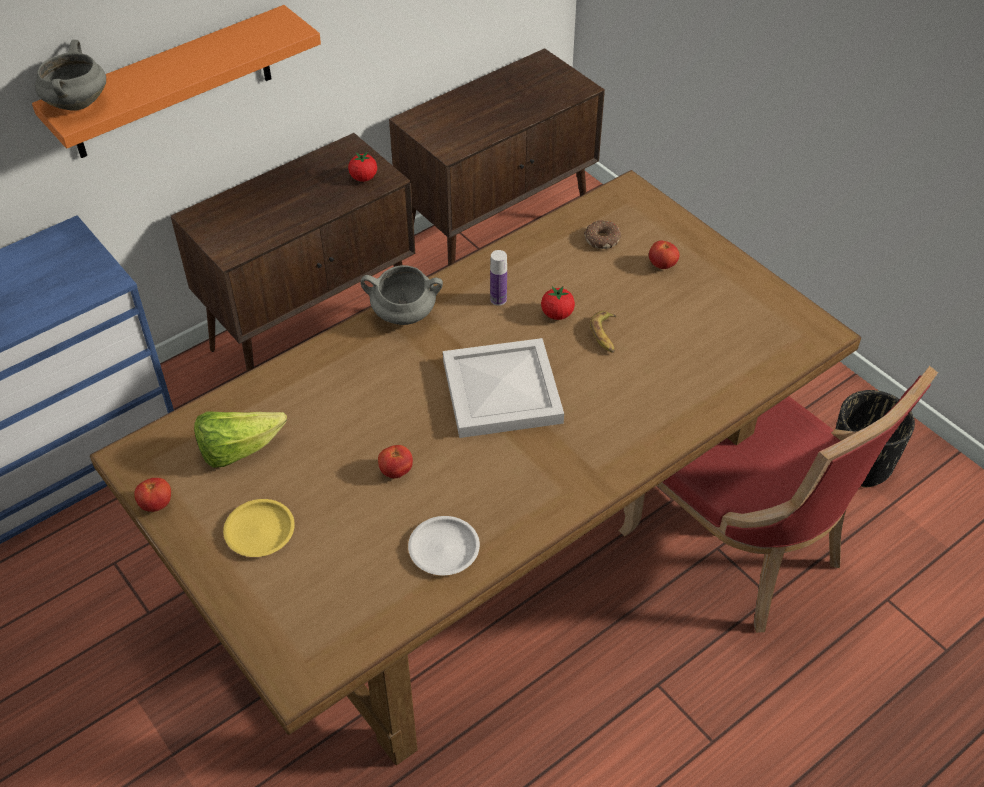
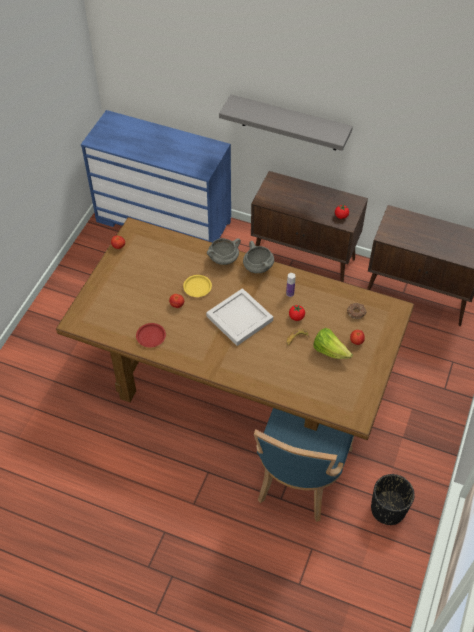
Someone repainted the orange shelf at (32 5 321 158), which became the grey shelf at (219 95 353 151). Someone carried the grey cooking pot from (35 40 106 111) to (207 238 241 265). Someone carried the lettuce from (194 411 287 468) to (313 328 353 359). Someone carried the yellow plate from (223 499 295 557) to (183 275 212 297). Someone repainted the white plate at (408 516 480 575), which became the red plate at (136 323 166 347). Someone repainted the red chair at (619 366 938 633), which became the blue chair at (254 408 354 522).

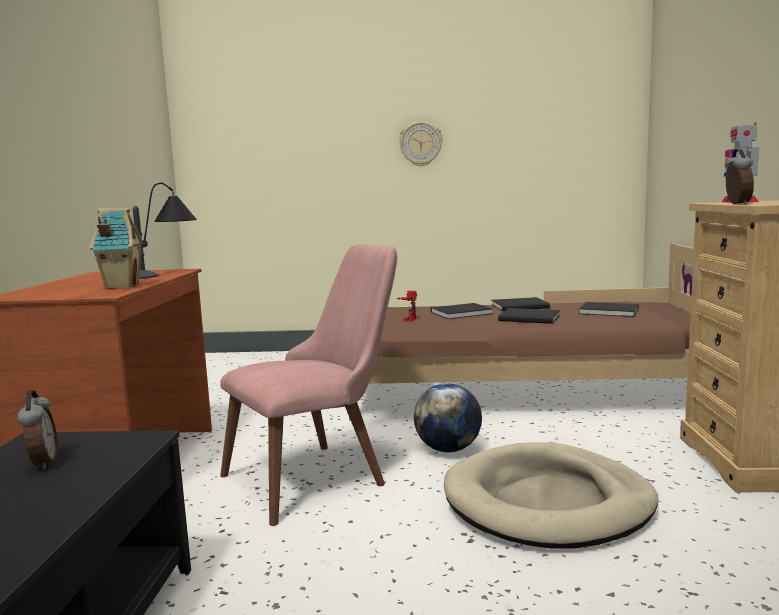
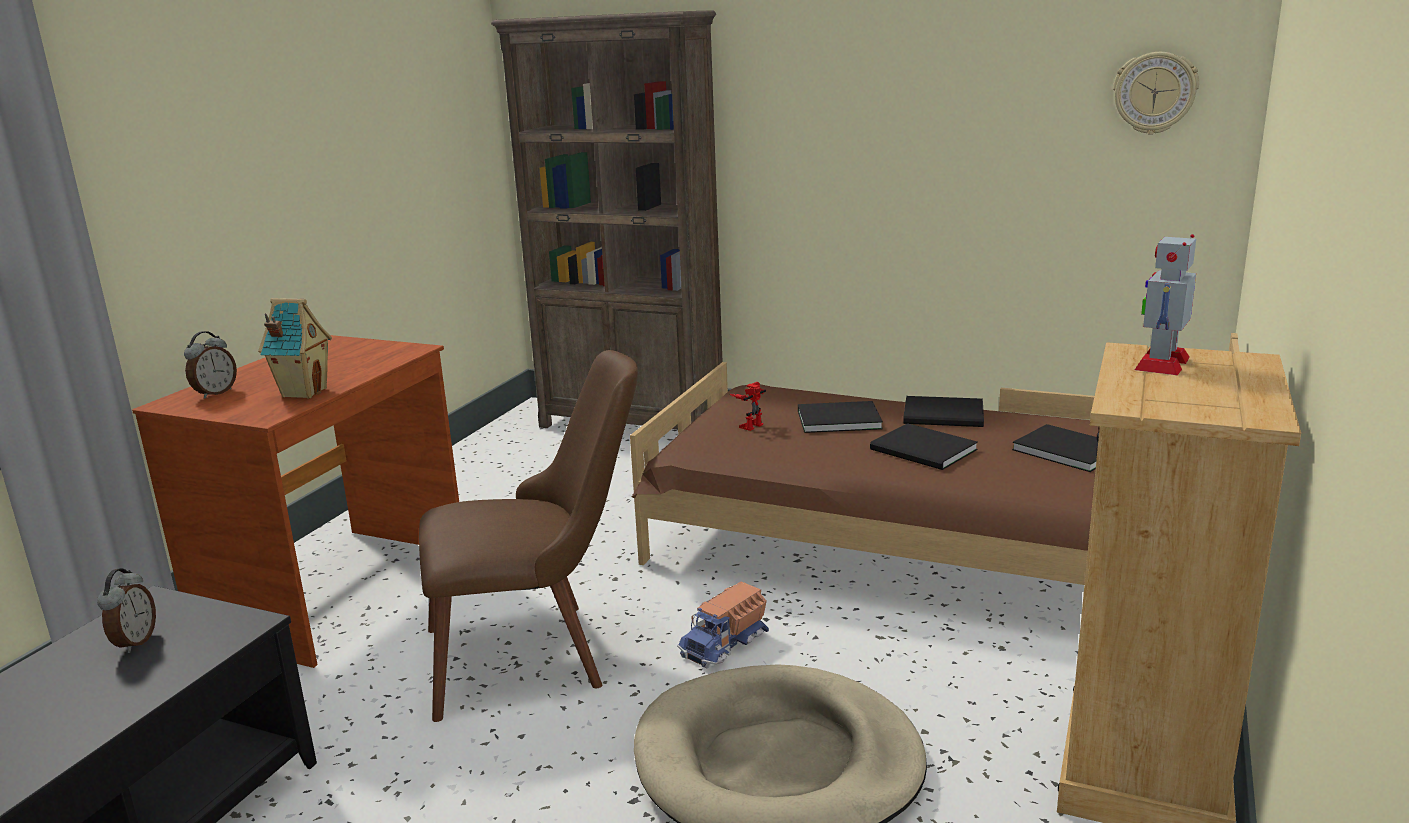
Someone took away the table lamp at (133 183 196 279). Someone repainted the pink chair at (220 244 397 526), which became the brown chair at (419 350 638 722). Someone carried the wall clock from (399 122 442 166) to (1113 52 1199 135). Someone swapped the globe at (414 383 482 452) for the toy truck at (677 582 769 668). Someone carried the alarm clock from (725 148 754 204) to (184 331 237 399). Someone put down the brown bookcase at (491 10 722 430).

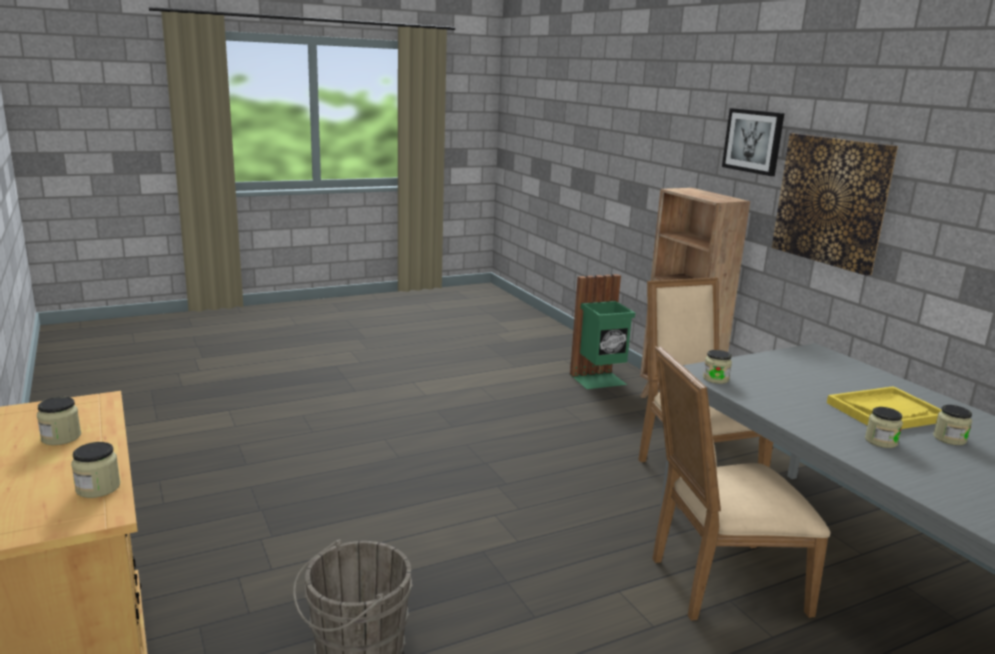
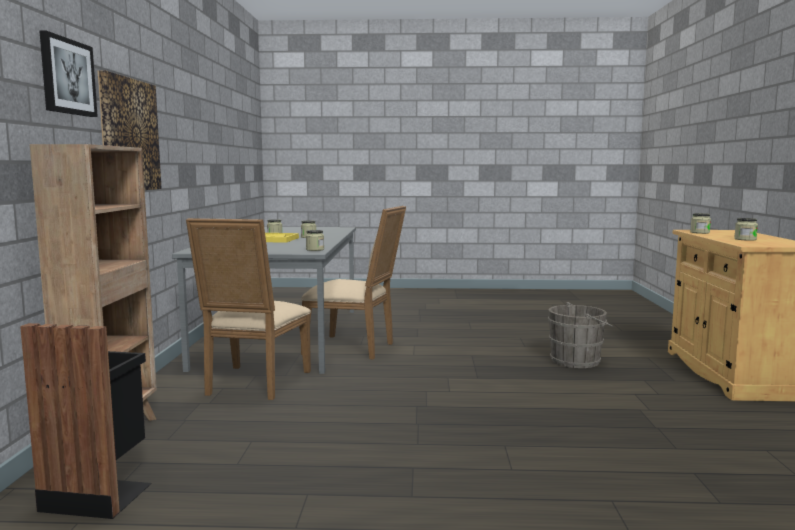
Someone repainted the green trash can at (570 274 635 389), which became the black trash can at (20 323 152 519).

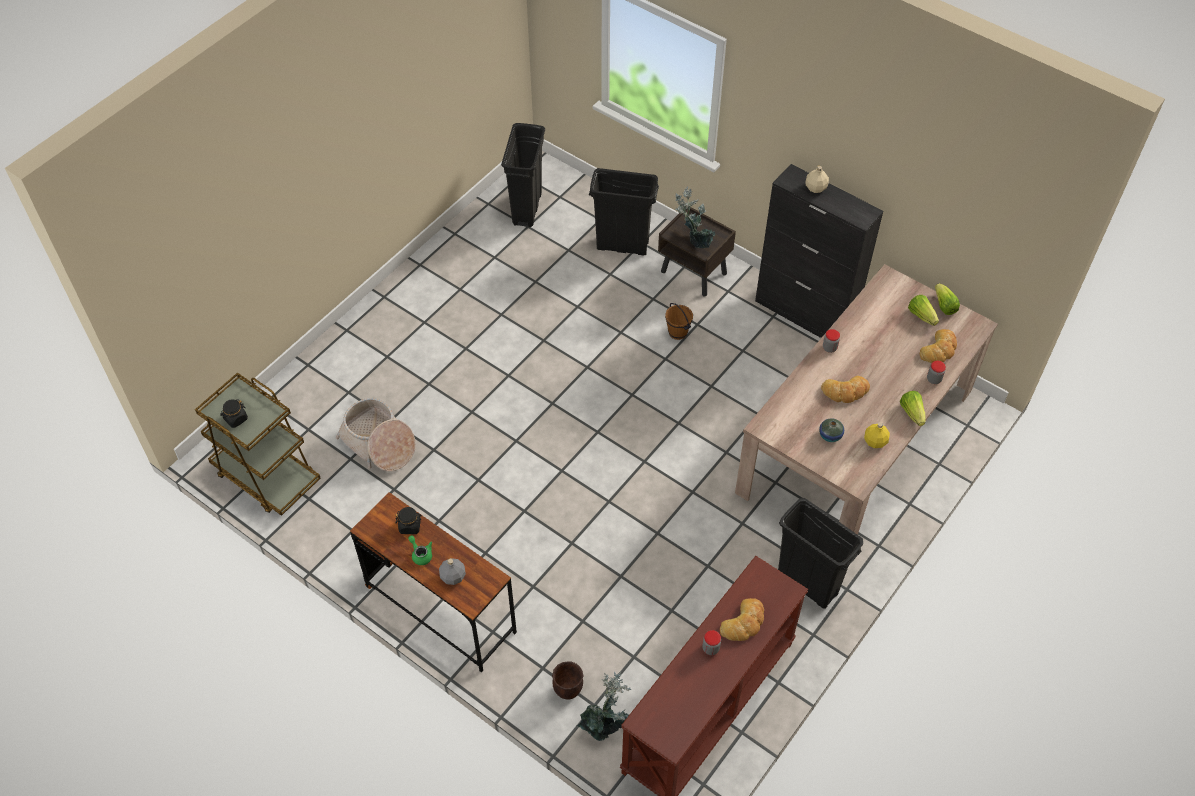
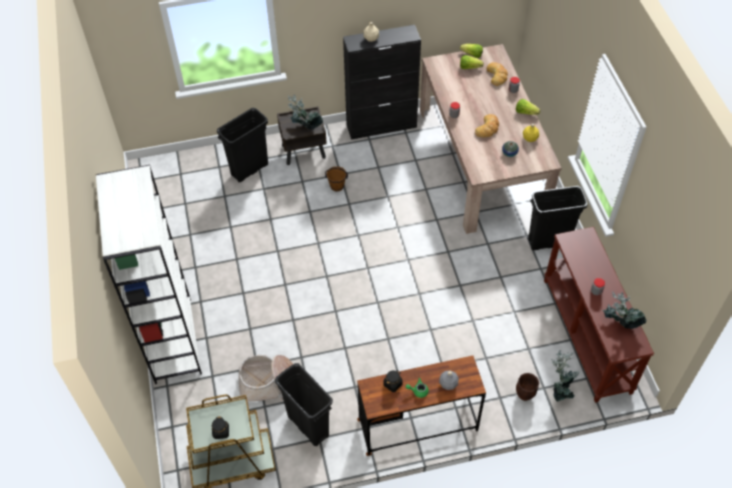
Someone carried the black trash can from (501 123 545 227) to (275 363 333 446). Someone took away the bread at (720 598 764 641). Someone put down the white bookcase at (96 165 202 384). Someone put down the potted plant at (601 291 647 329).

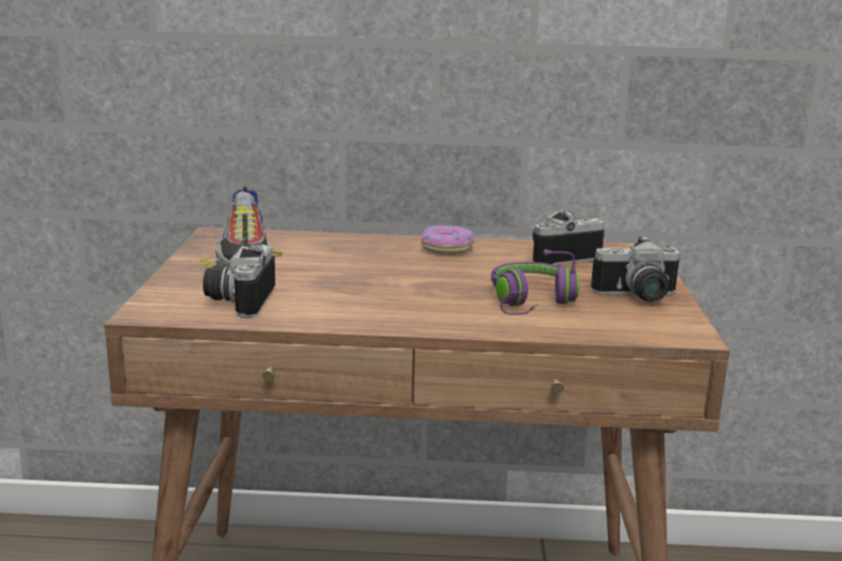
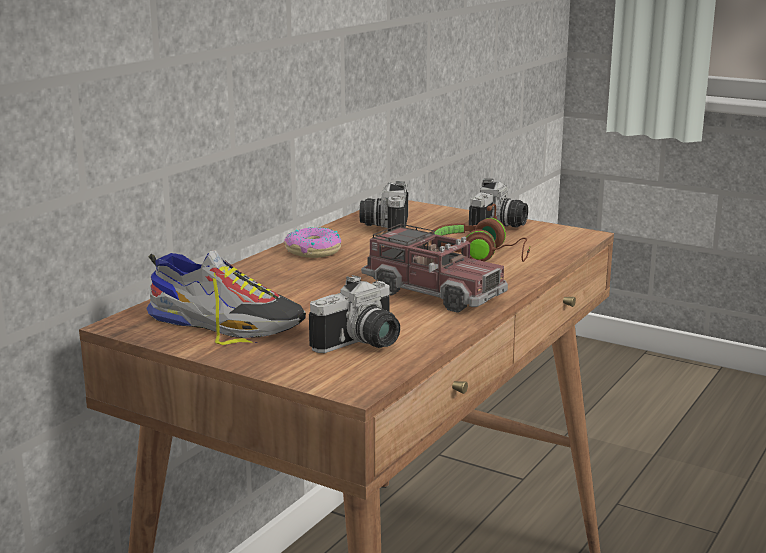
Someone rotated the photo camera at (203 244 275 317) by 75 degrees counterclockwise. Someone repainted the purple headphones at (491 249 579 314), which became the brown headphones at (431 204 530 262). Someone put down the toy truck at (361 224 508 313).

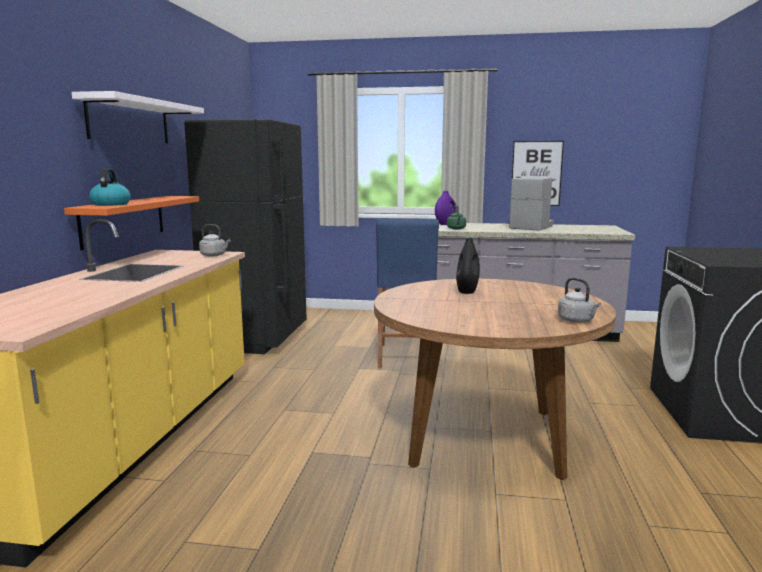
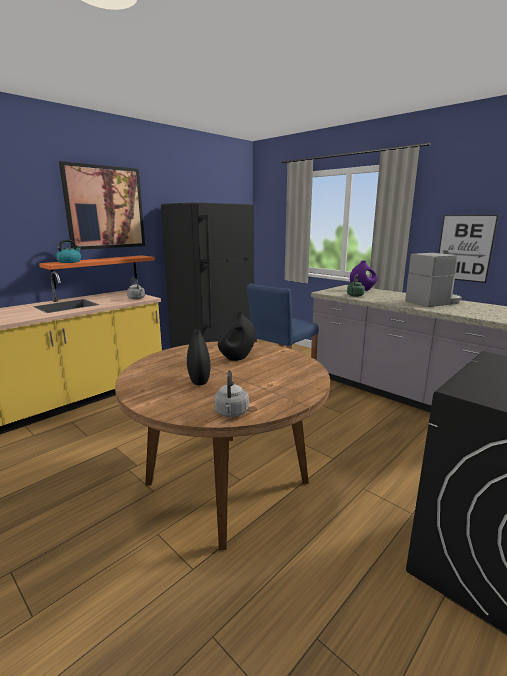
Someone swapped the white shelf at (72 91 204 143) for the picture at (59 161 145 250). Someone put down the black vase at (187 329 210 385).

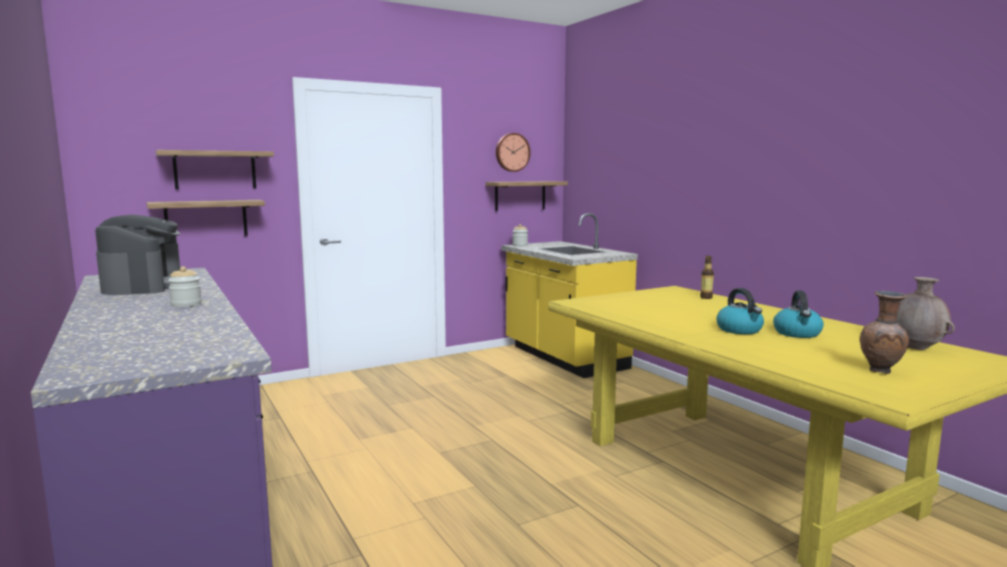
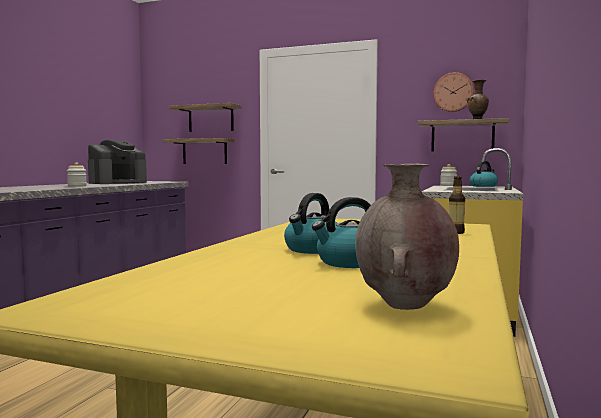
Someone carried the brown vase from (860 291 909 374) to (467 79 489 119). Someone put down the kettle at (470 161 498 187).

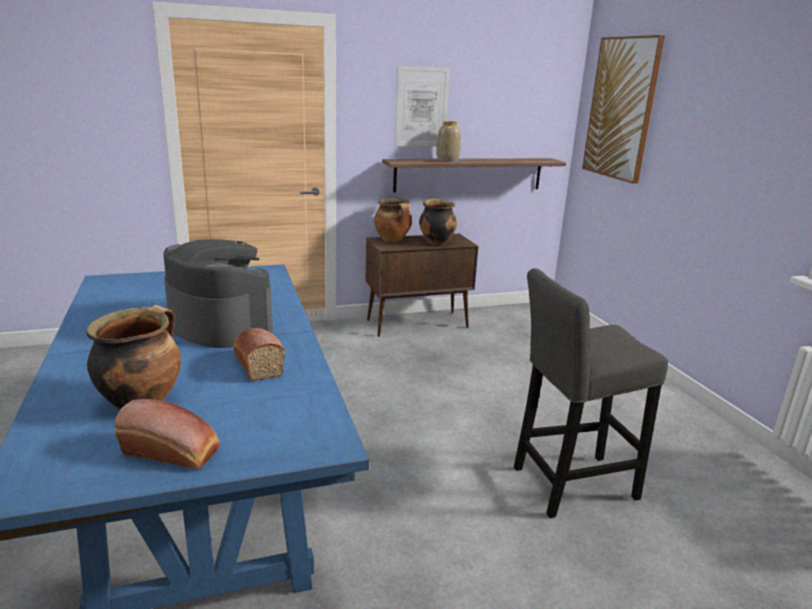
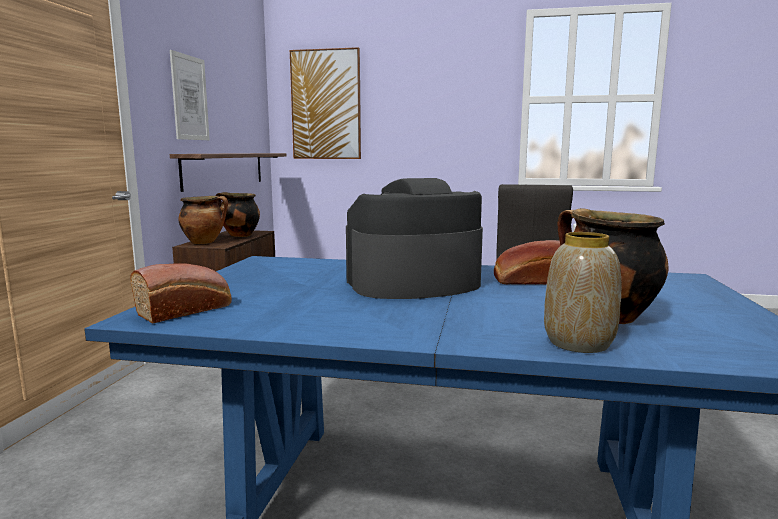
Someone carried the bread from (114 399 220 469) to (130 263 232 324). Someone carried the vase from (436 121 461 162) to (544 232 621 353).

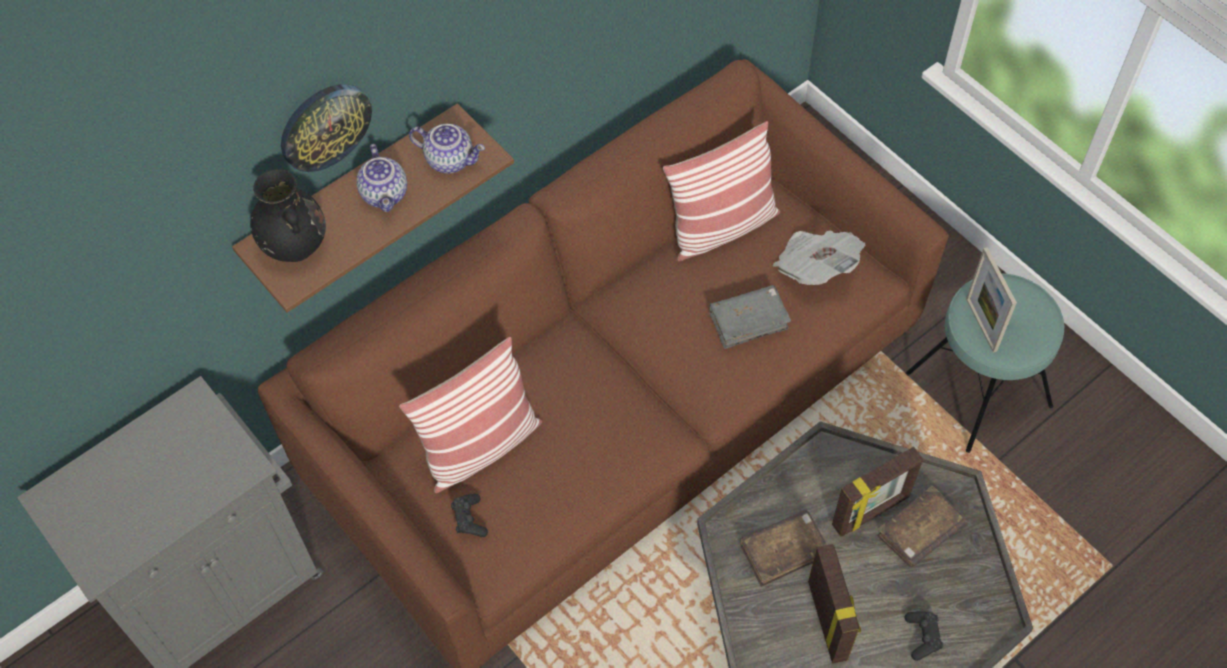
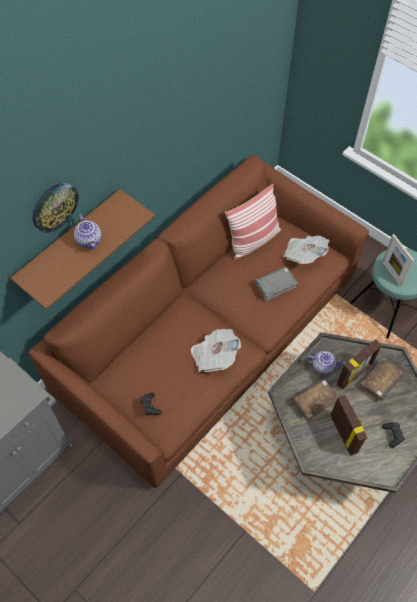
Someone took away the black vase at (250 169 326 262). Someone took away the pillow at (399 337 542 493). Someone carried the teapot from (409 124 485 173) to (305 351 345 375). Someone put down the newspaper at (190 329 241 372).

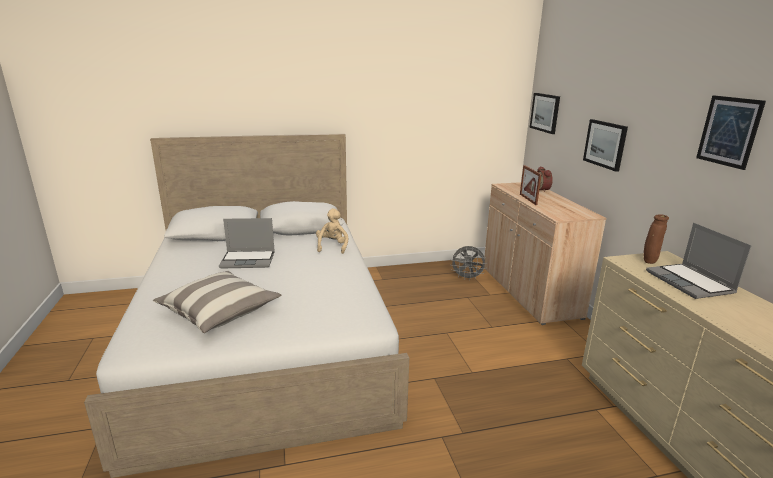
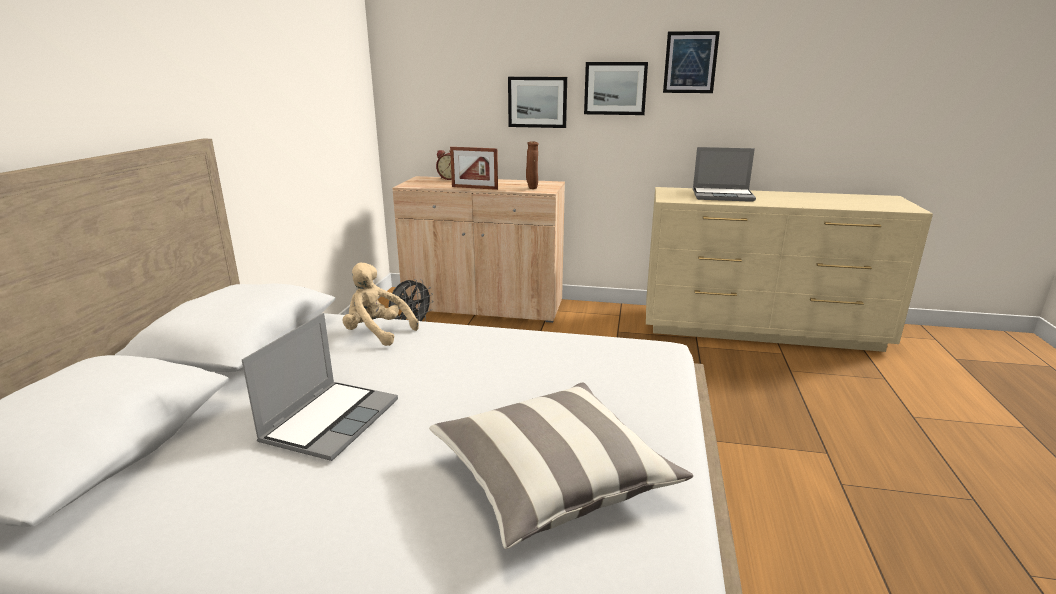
Someone carried the picture from (530 93 560 134) to (584 62 648 115). Someone carried the brown vase from (644 214 669 264) to (526 141 539 189).

